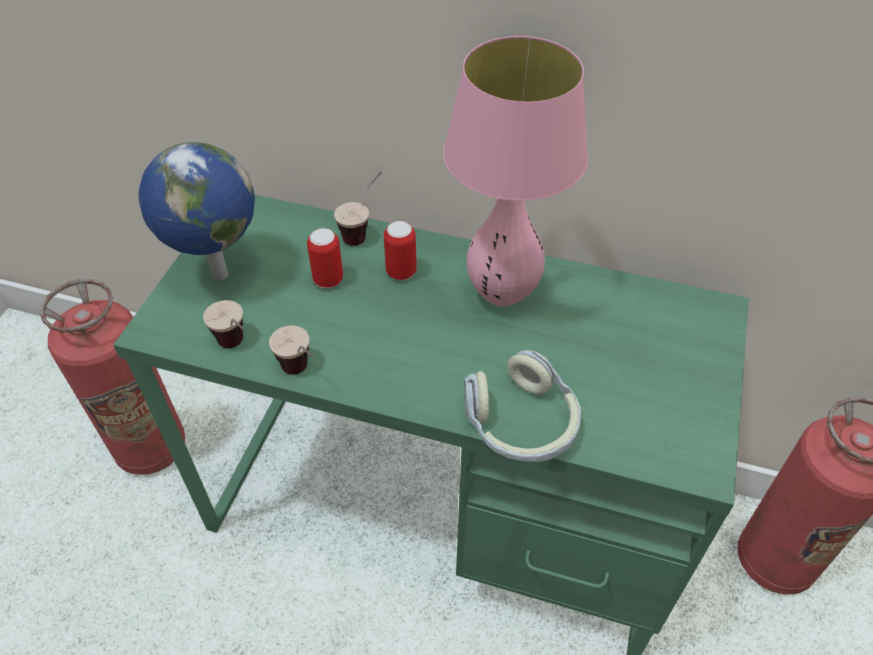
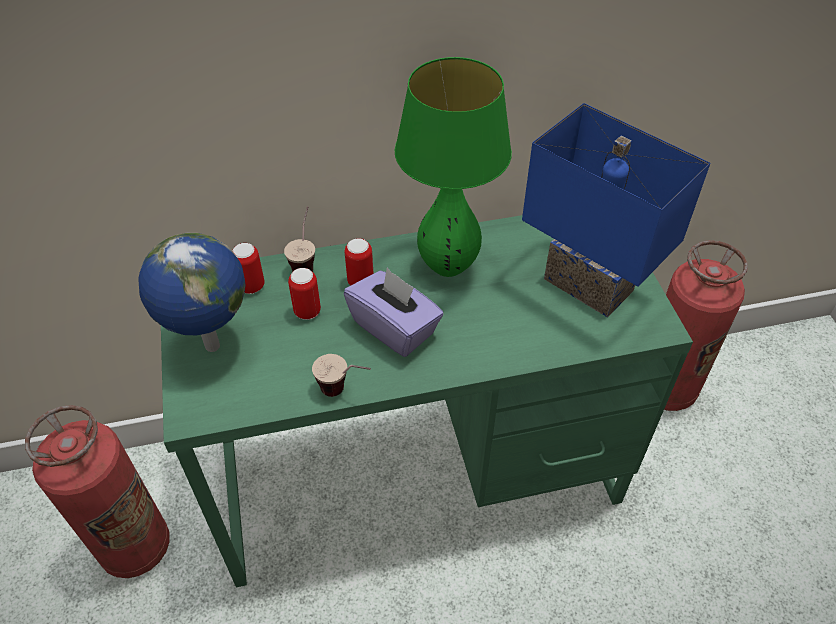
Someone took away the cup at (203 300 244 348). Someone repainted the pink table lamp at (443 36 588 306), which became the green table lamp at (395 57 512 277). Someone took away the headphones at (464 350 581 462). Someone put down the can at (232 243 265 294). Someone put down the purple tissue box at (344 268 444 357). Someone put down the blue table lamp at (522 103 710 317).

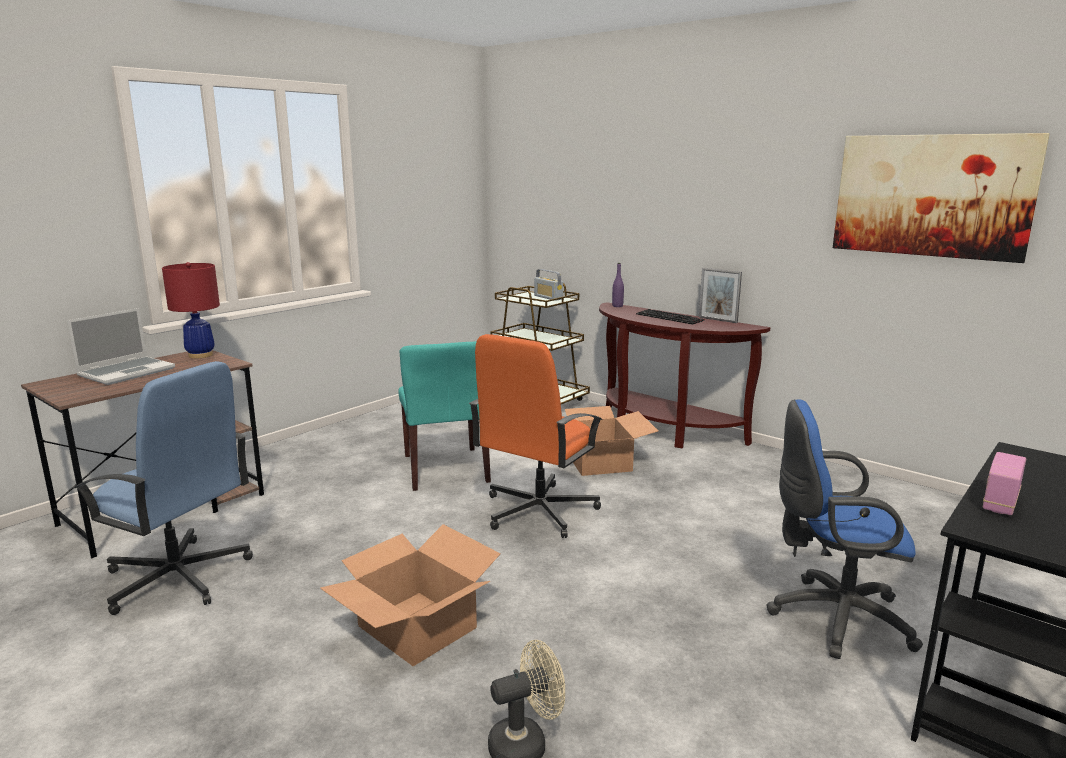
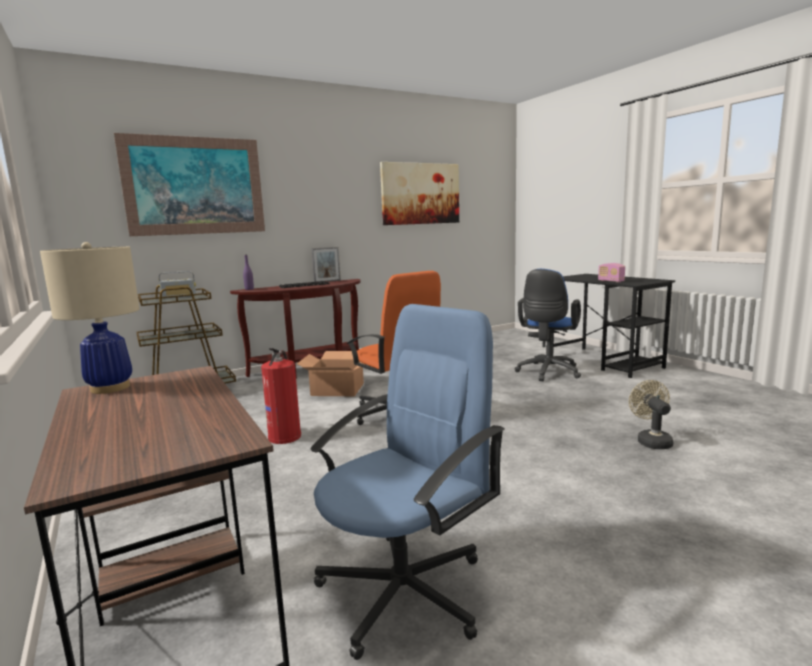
Someone took away the laptop at (67 308 175 385). Someone repainted the red table lamp at (162 262 220 358), which became the beige table lamp at (40 242 140 394). Someone took away the cardboard box at (320 524 501 666). Someone swapped the turquoise chair at (398 341 491 491) for the fire extinguisher at (261 348 301 444). Someone put up the picture at (114 133 265 236).

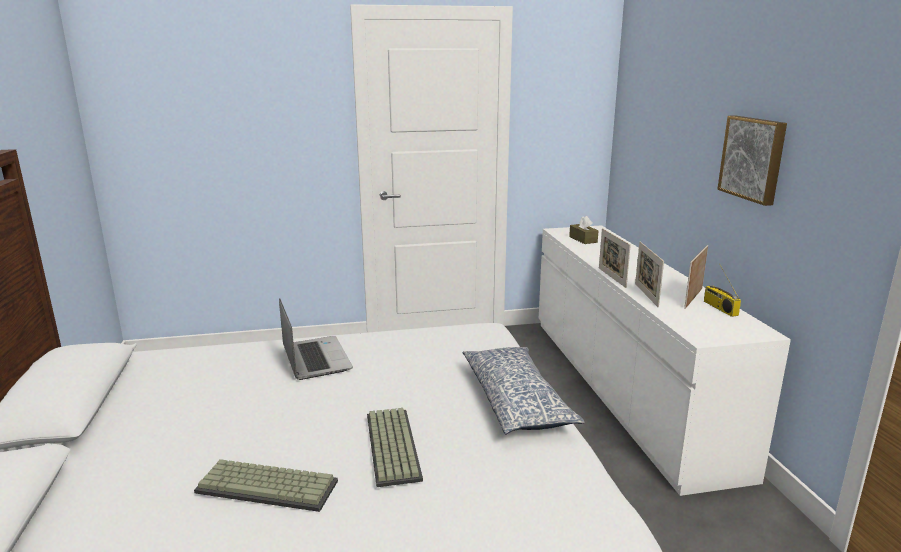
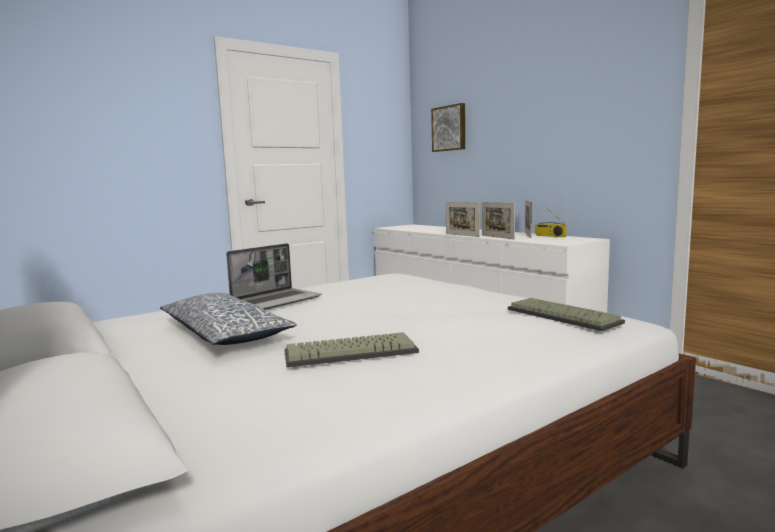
Someone rotated the laptop at (279 298 353 380) by 90 degrees clockwise. Someone carried the keyboard from (367 408 423 487) to (508 298 625 331). Someone carried the pillow from (463 347 585 434) to (160 293 297 345). Someone took away the brown tissue box at (569 216 598 244). Someone carried the picture from (717 115 787 206) to (431 103 465 152).

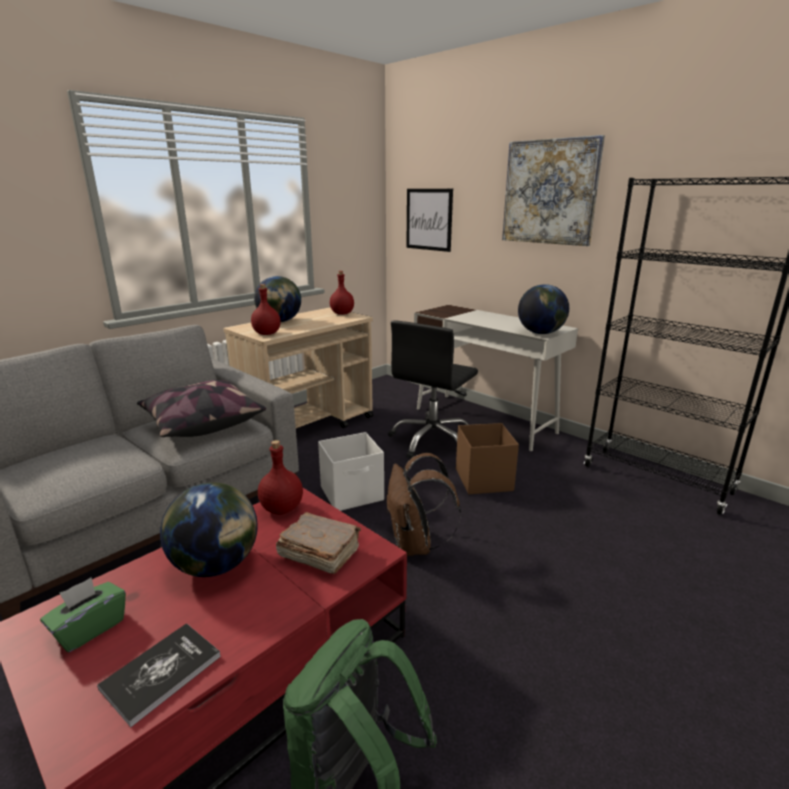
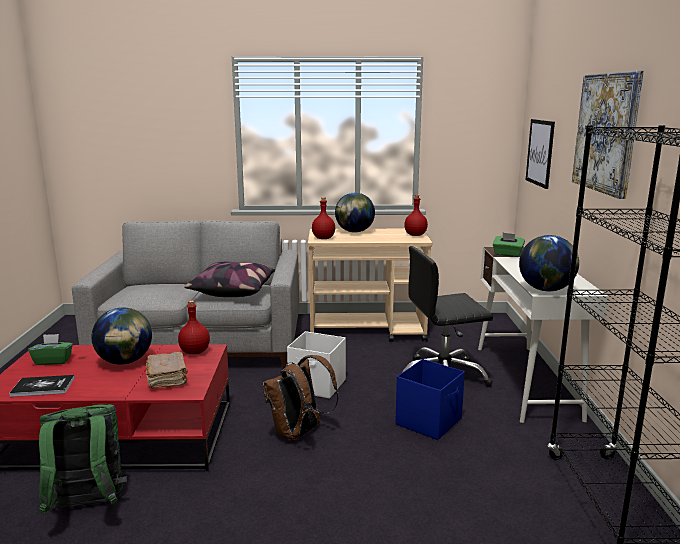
Someone repainted the brown storage box at (456 423 519 494), which became the blue storage box at (395 359 465 440). Someone put down the green tissue box at (493 233 525 257).

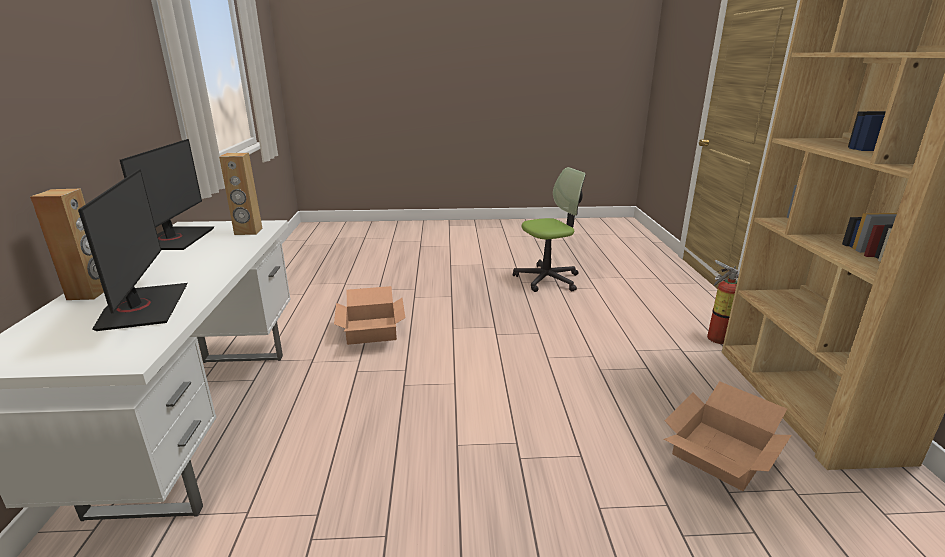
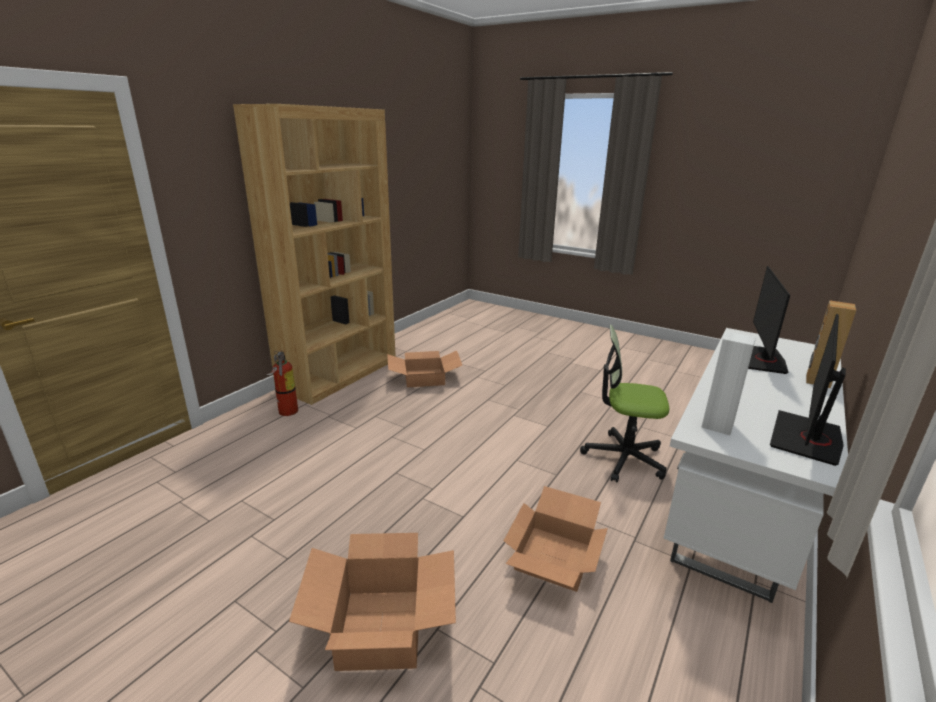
Someone repainted the brown speaker at (219 153 263 235), which became the white speaker at (701 331 756 435). Someone carried the office chair from (513 167 586 292) to (580 325 669 483). Someone put down the cardboard box at (289 533 456 671).

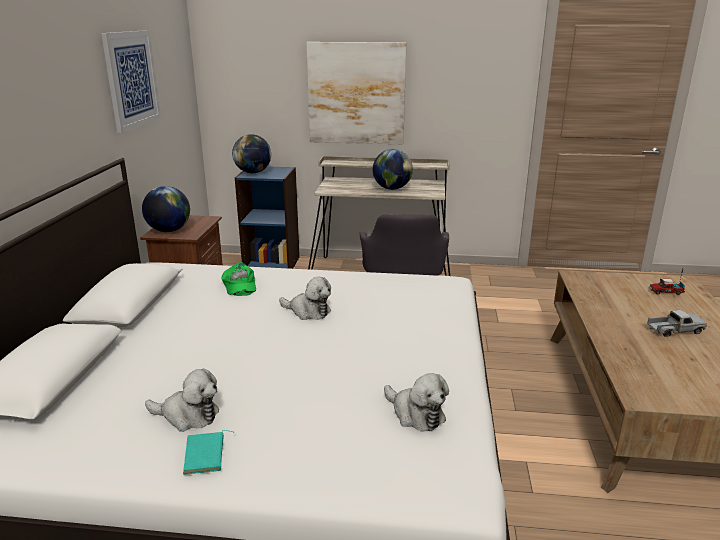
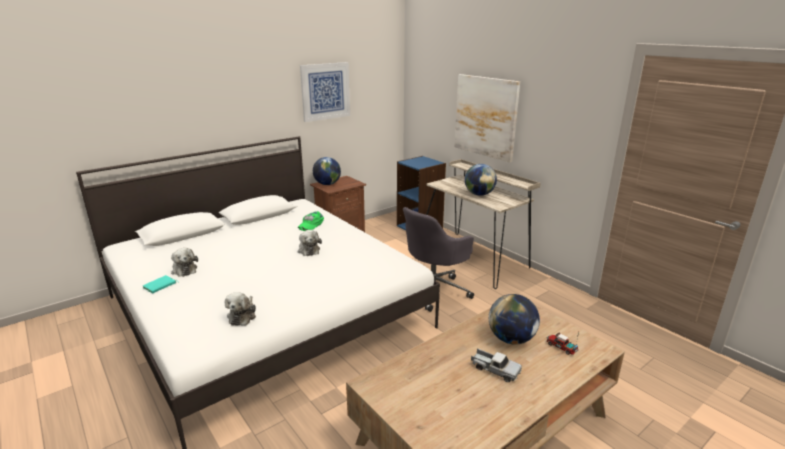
Someone carried the globe from (232 134 271 173) to (489 294 540 344).

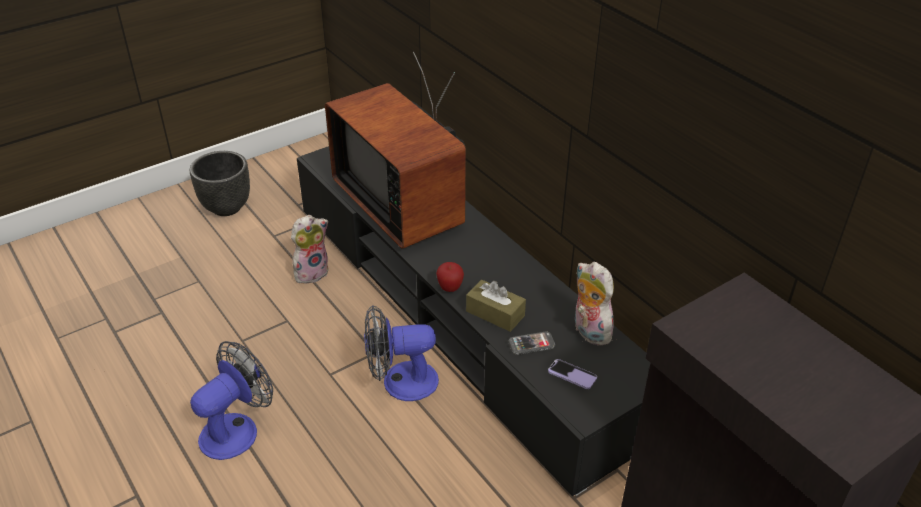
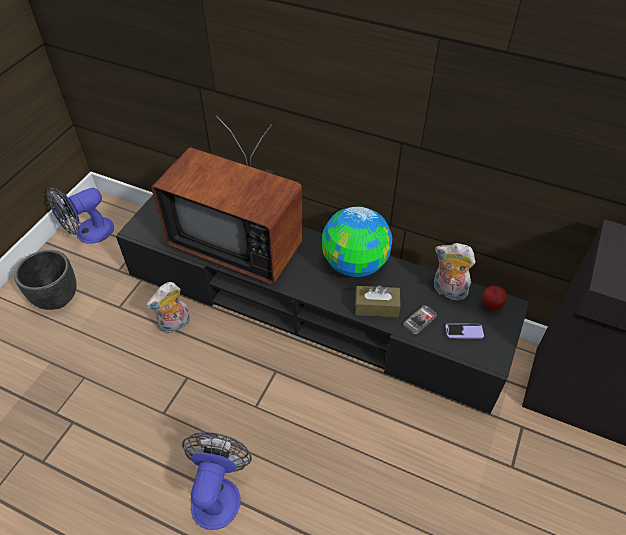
Someone rotated the plush toy at (291 215 329 284) by 150 degrees counterclockwise. Someone carried the fan from (364 305 439 401) to (46 187 114 244). Someone carried the apple from (436 262 464 292) to (483 286 507 311). Someone put down the globe at (322 207 392 277).

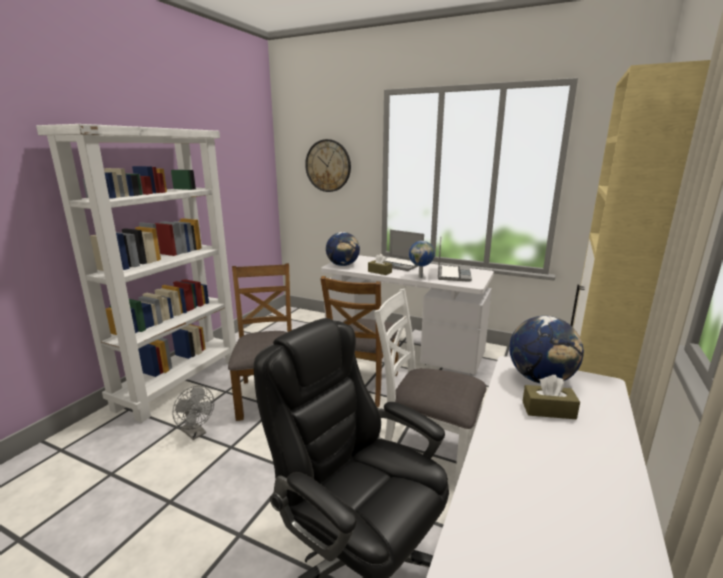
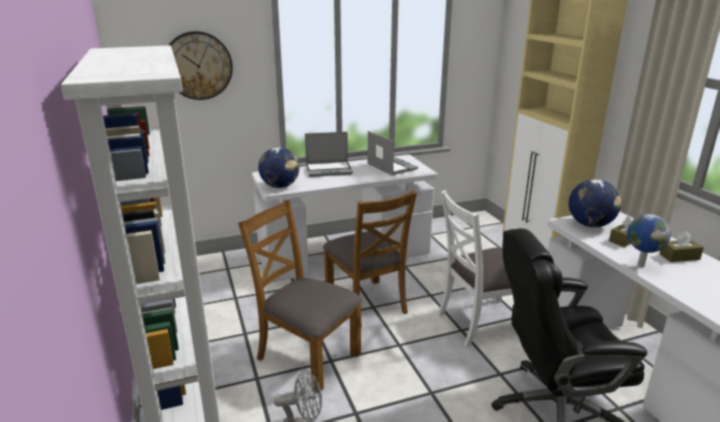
Someone carried the brown tissue box from (368 254 392 275) to (659 231 704 262). Someone carried the globe from (409 241 435 278) to (627 214 671 268).

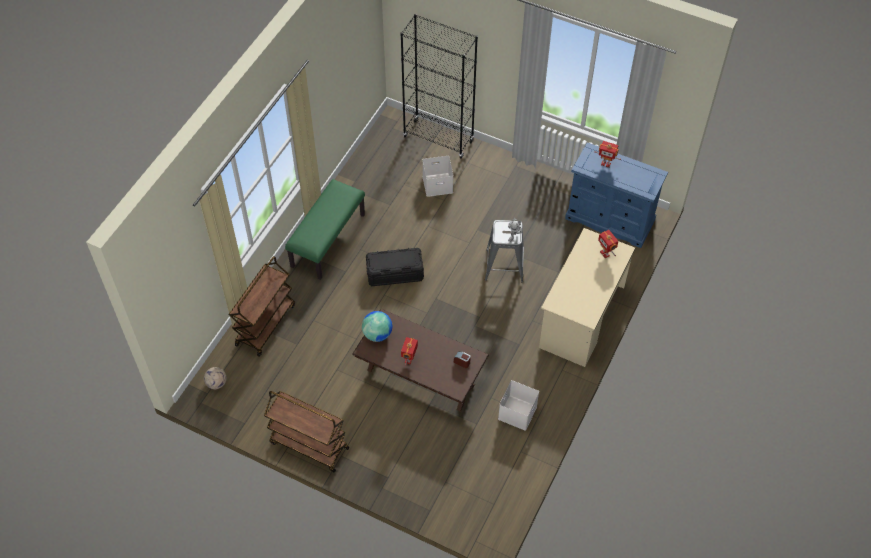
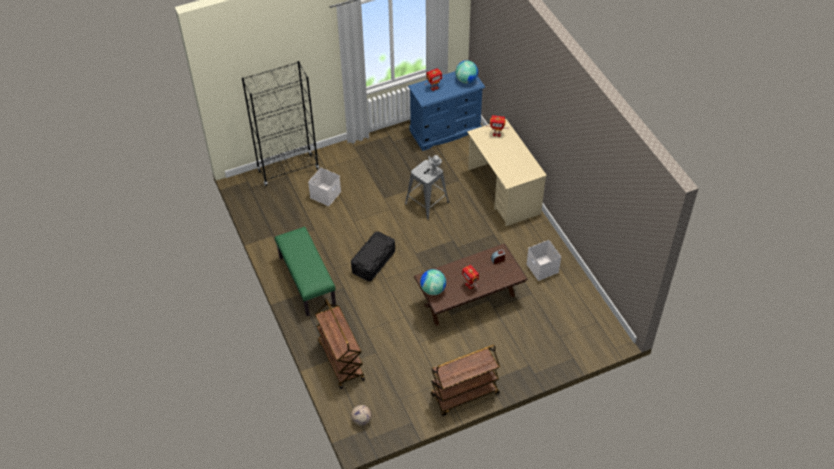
Someone put down the globe at (455 60 478 84).

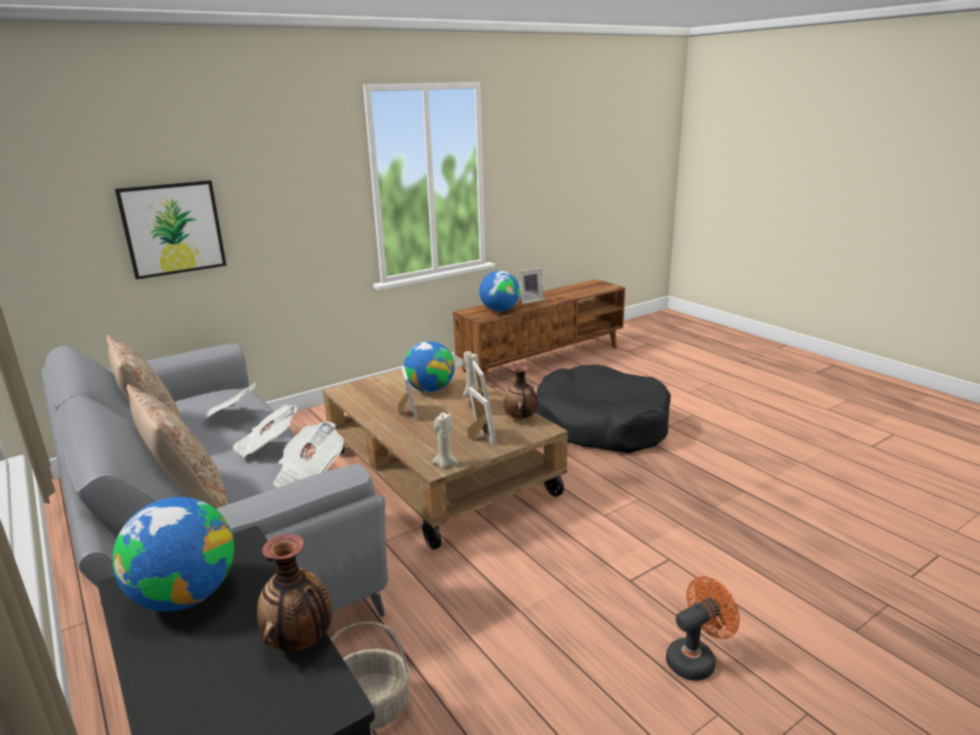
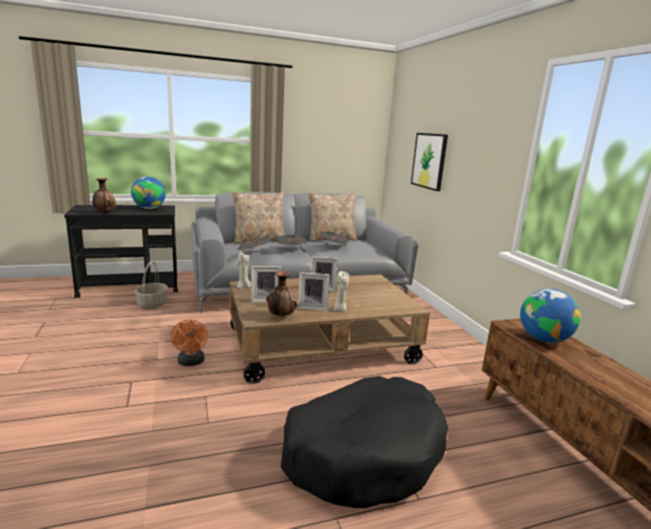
Someone took away the globe at (404 341 455 392). Someone took away the picture frame at (518 268 544 304). Someone carried the orange fan from (666 576 740 681) to (171 319 208 366).

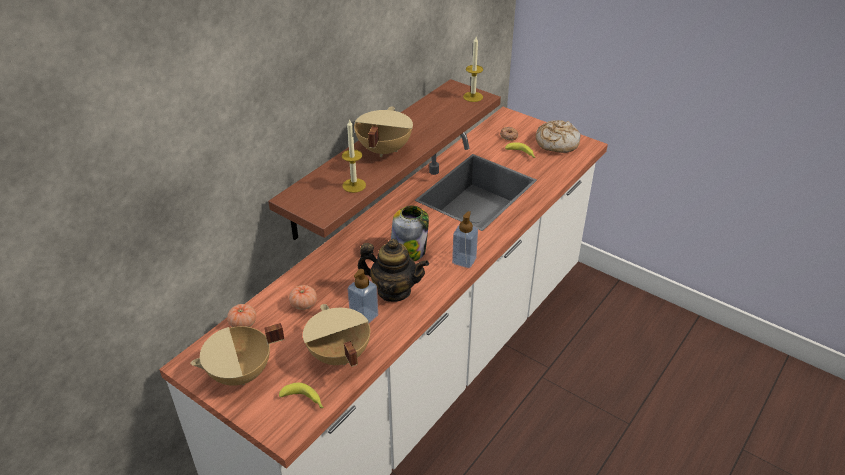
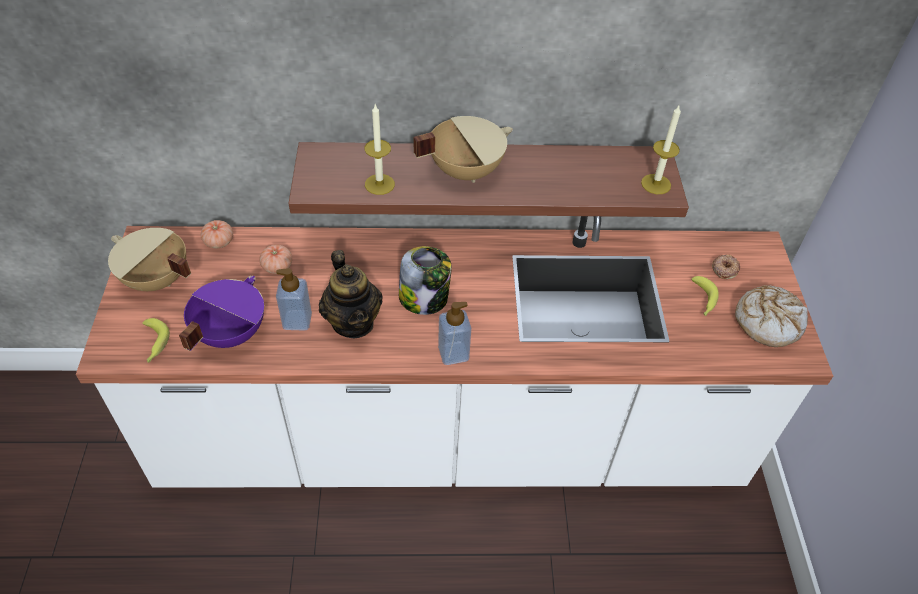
Someone repainted the beige cooking pot at (303 304 370 367), which became the purple cooking pot at (179 276 264 351).

